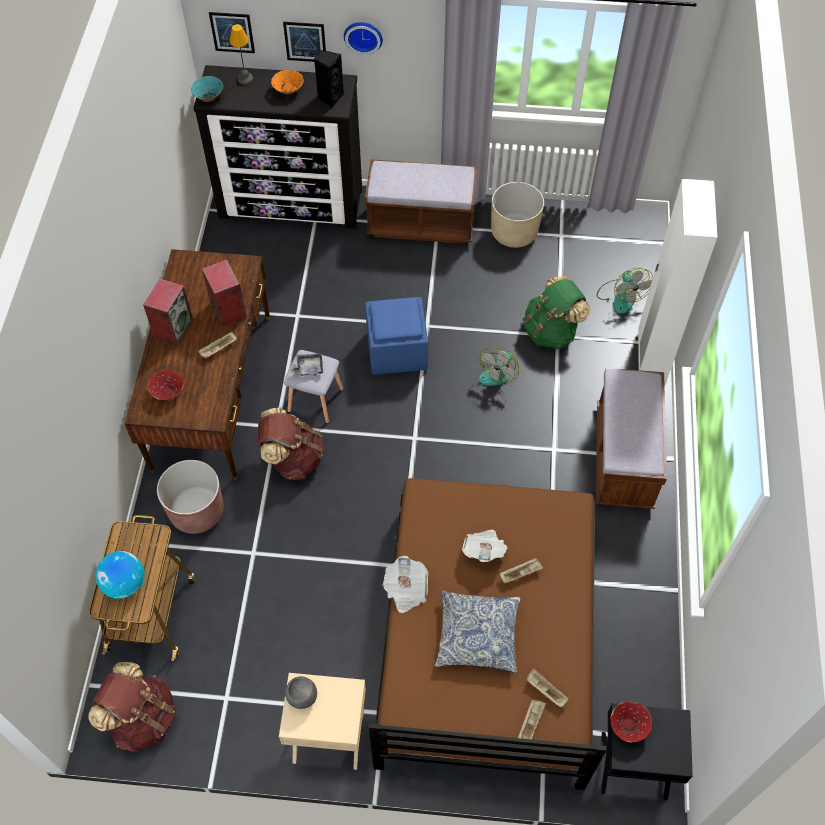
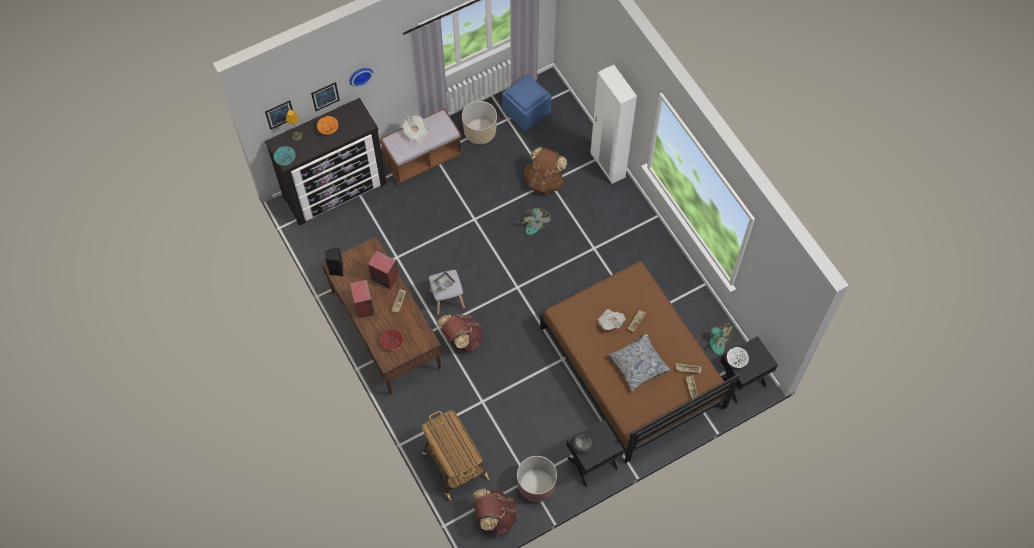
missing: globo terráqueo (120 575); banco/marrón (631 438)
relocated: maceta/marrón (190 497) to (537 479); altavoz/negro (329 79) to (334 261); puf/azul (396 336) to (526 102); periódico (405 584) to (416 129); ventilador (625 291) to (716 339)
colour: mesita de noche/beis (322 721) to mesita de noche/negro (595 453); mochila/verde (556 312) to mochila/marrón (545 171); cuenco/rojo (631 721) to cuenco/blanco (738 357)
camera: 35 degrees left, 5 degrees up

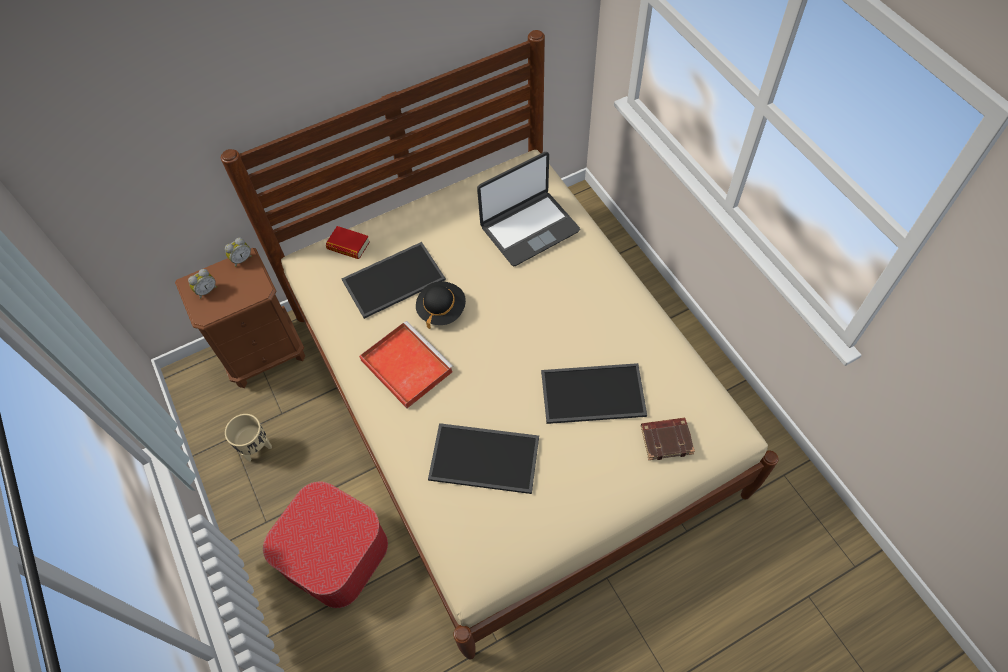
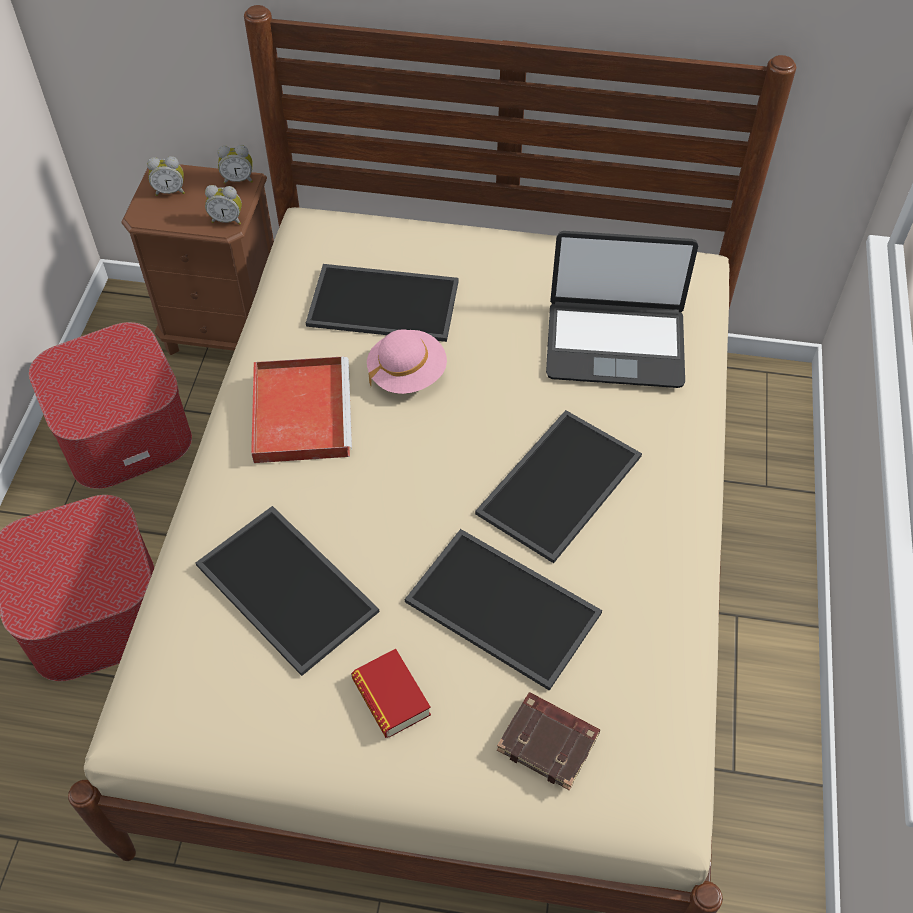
appeared: despertador (223 205); bandeja (558 486)
relocated: libro (348 242) to (391 693)
exchanged: maceta/beis (248 438) to puf (110 405)
colour: sombrero/negro (441 305) to sombrero/rosa (407 361)
camera: 35 degrees right, 5 degrees down

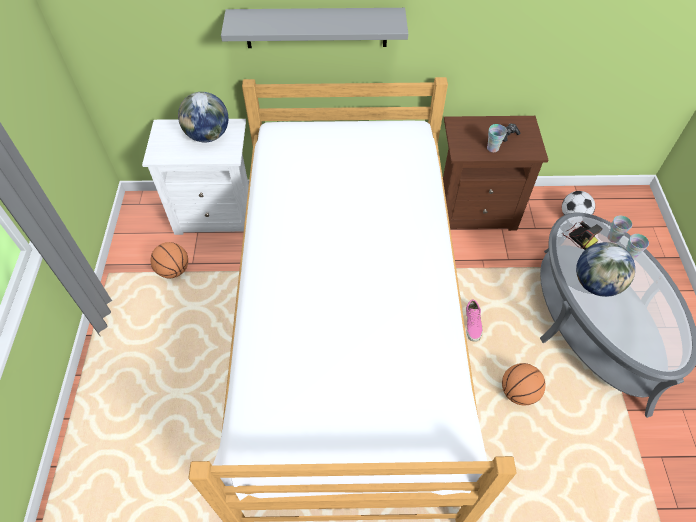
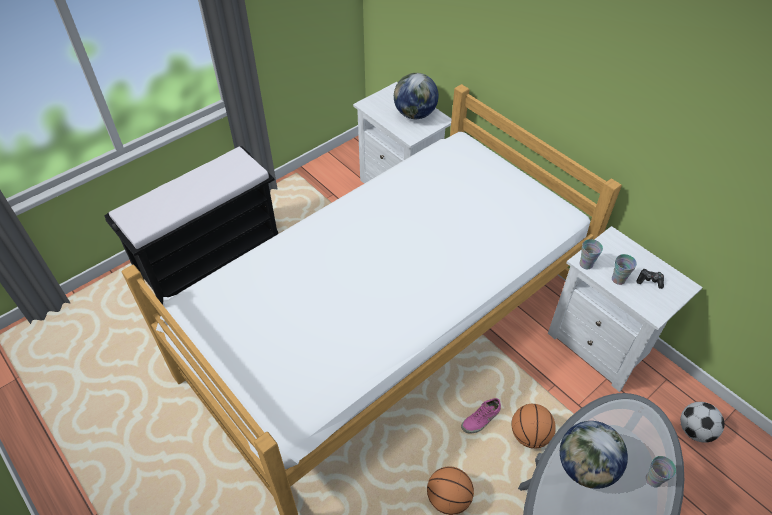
missing: estante/gris (314 28); cámara (583 235)
appeared: banco/negro (191 225)
relocated: balón de baloncesto (169 260) to (533 426); taza (619 229) to (591 254)
colour: mesita de noche/marrón (496 173) to mesita de noche/blanco (625 309)
camera: 50 degrees right, 5 degrees down

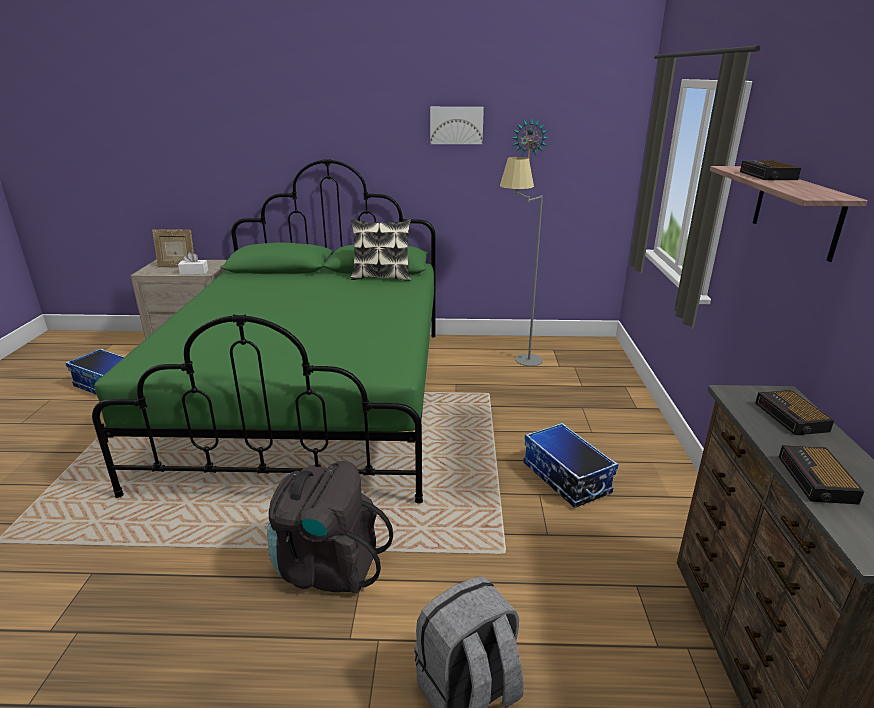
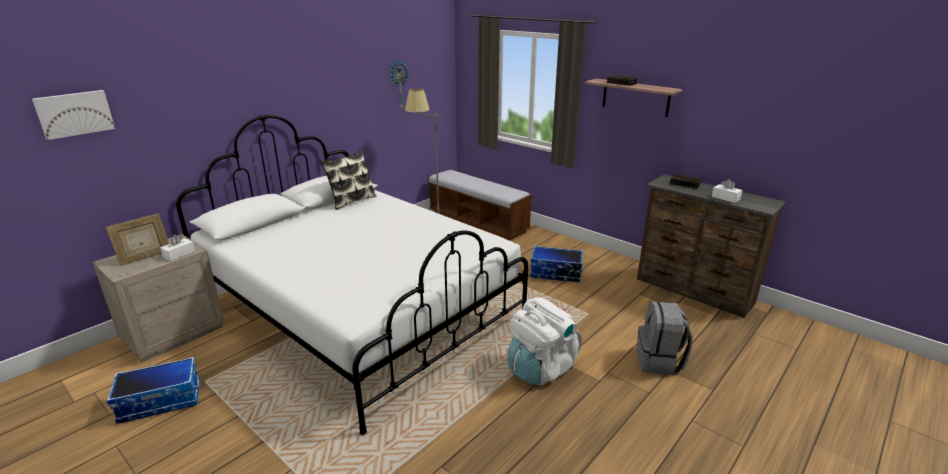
appeared: banco (480 205)
relocated: cuadro (457 125) to (73 115)
exchanged: despertador (821 474) to caja de pañuelos/blanco (727 191)
colour: cama/verde (264 331) to cama/blanco (352 275); mochila/negro (330 527) to mochila/blanco (545 341)
camera: 50 degrees left, 0 degrees up

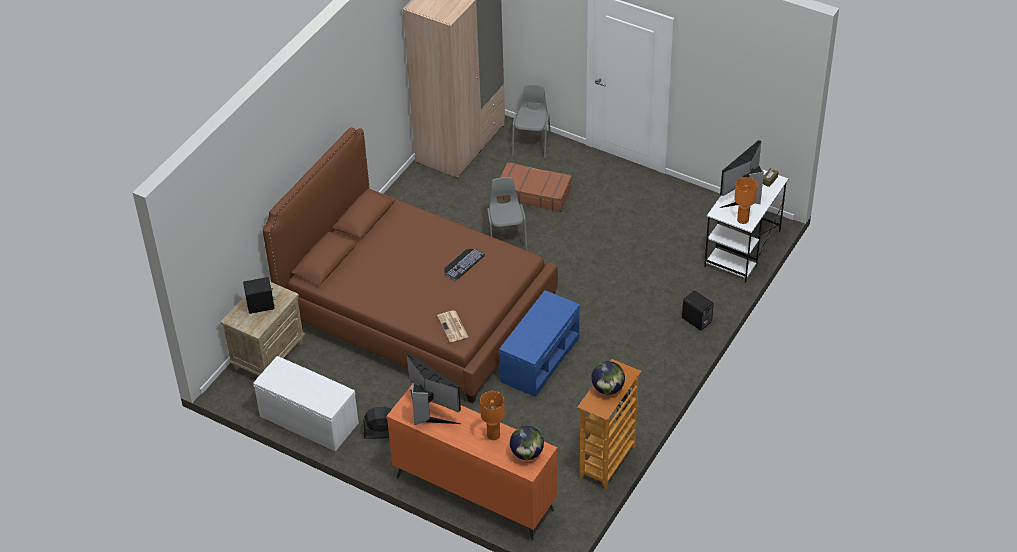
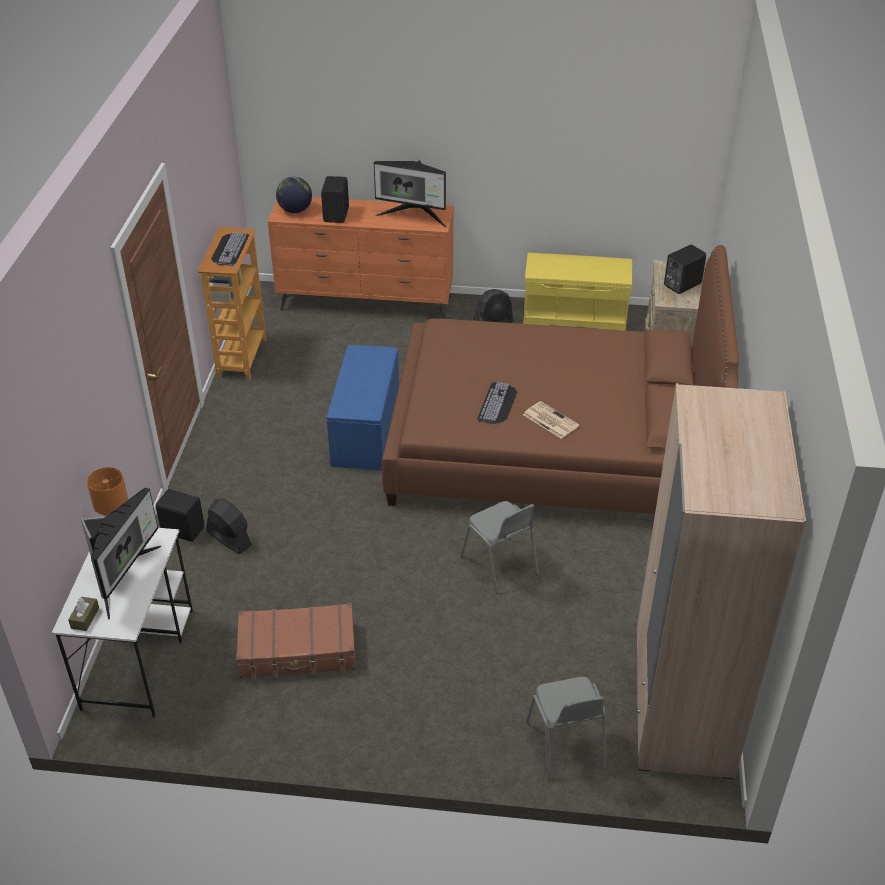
appeared: ventilador/negro (229 526)
relocated: periódico (452 326) to (551 420); maleta/marrón (534 187) to (296 641)
exchanged: lámpara de mesa/naranja (492 415) to altavoz/negro (335 199); globo terráqueo (608 378) to teclado (230 249)
colour: banco/blanco (306 404) to banco/amarillo (577 292)
camera: 155 degrees right, 5 degrees down

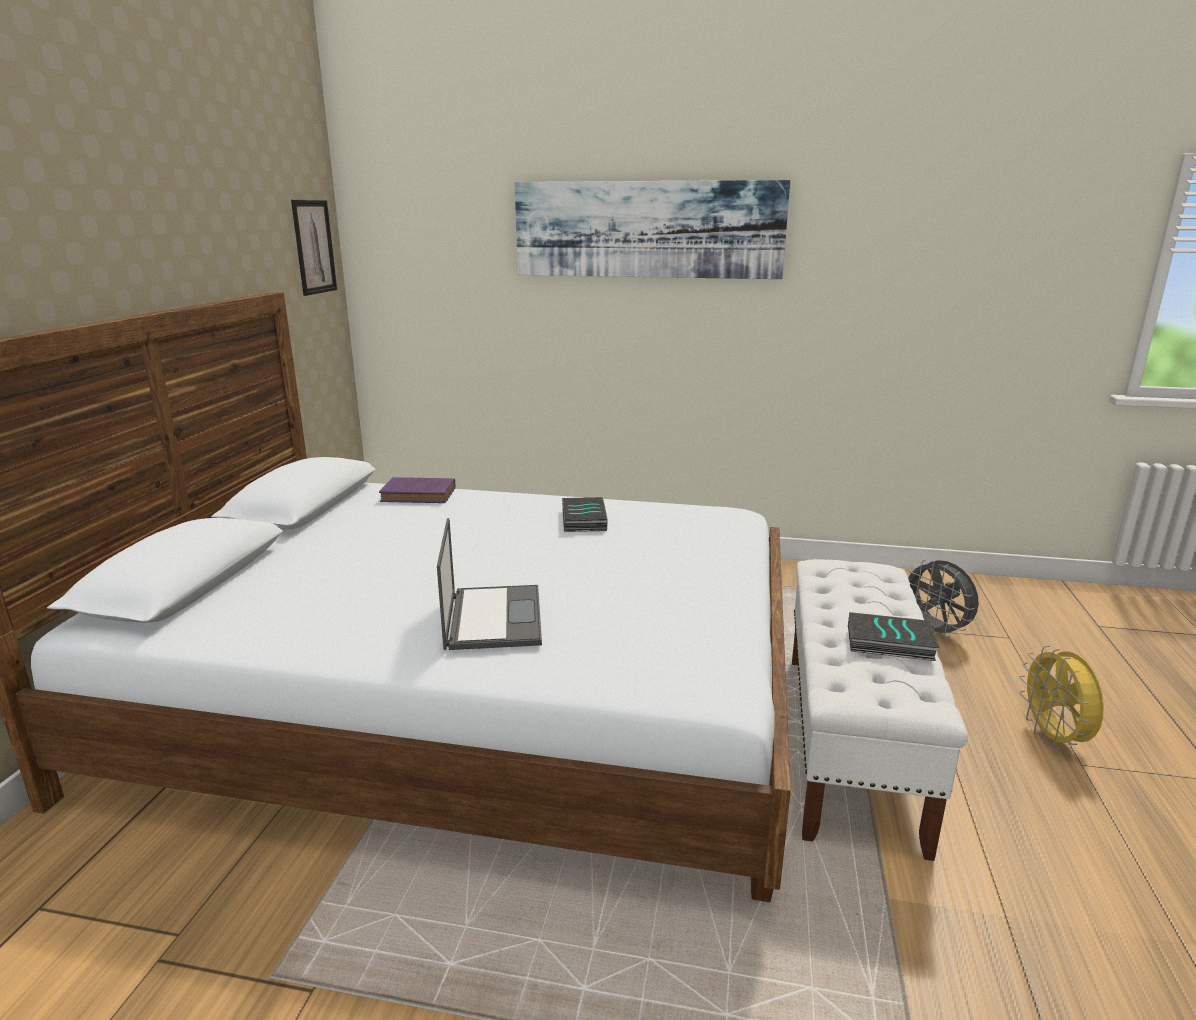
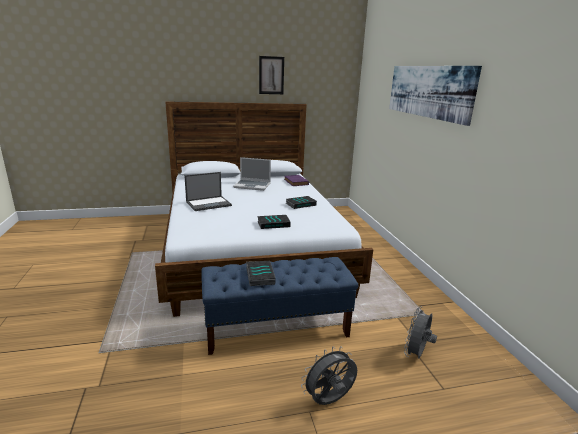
appeared: portátil (252 174); libro (274 222)
relocated: cuadro (314 248) to (271 75)
colour: banco/blanco (880 710) to banco/azul (280 306); ventilador/amarillo (1061 697) to ventilador/gris (329 375)
camera: 65 degrees right, 0 degrees up

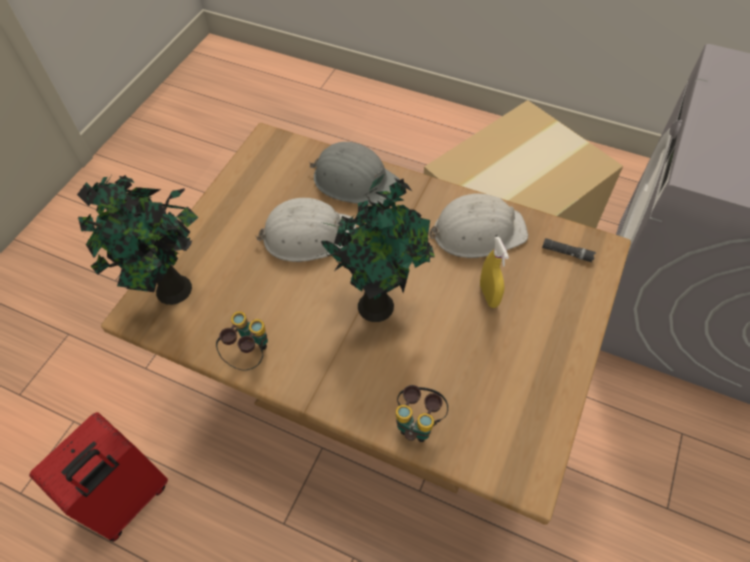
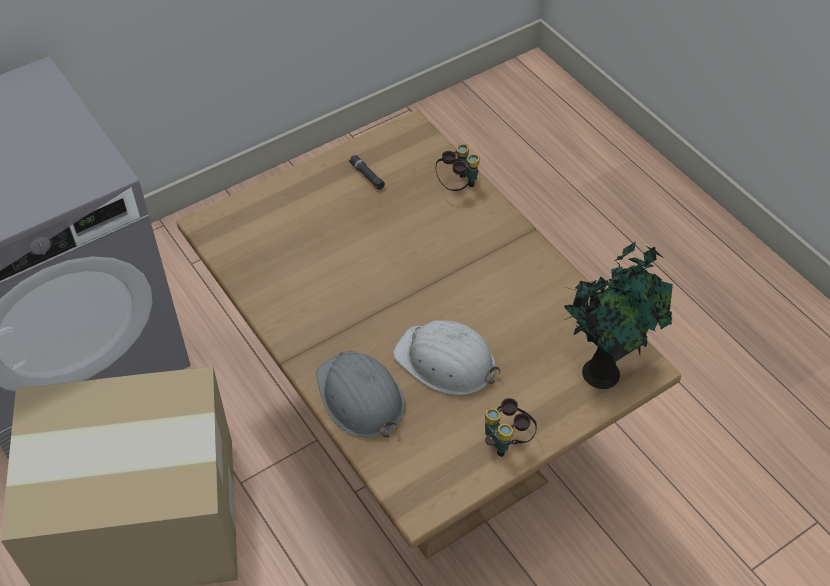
missing: maleta/rojo (98 477); planta en maceta (375 248); casco/blanco (478 225); pulverizador/amarillo (494 272)
relocated: prismáticos (242 340) to (511 427); linterna/negro (569 250) to (367 172)
camera: 150 degrees left, 5 degrees down

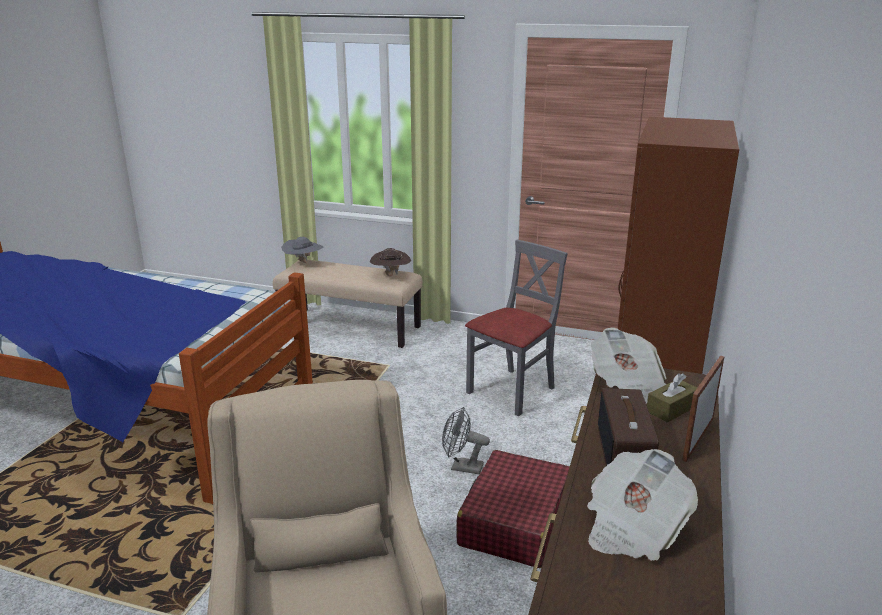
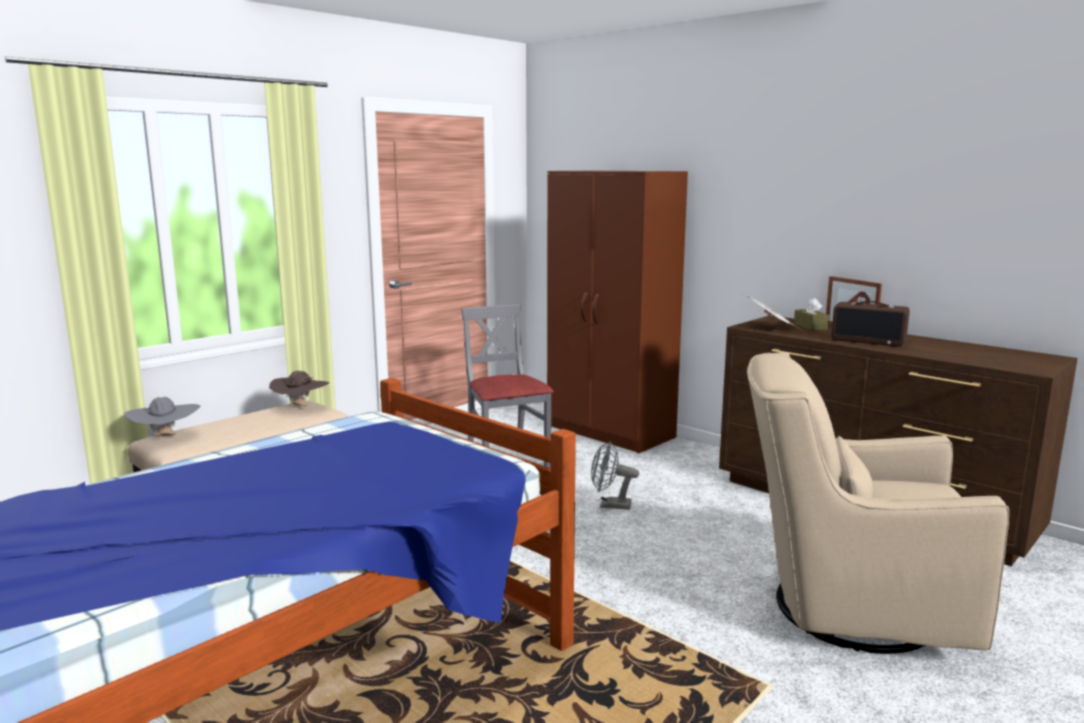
missing: maleta/rojo (513 509); periódico (642 505)
spun: ventilador/gris (466 440) = (615 475) 60 degrees clockwise
camera: 65 degrees left, 10 degrees down

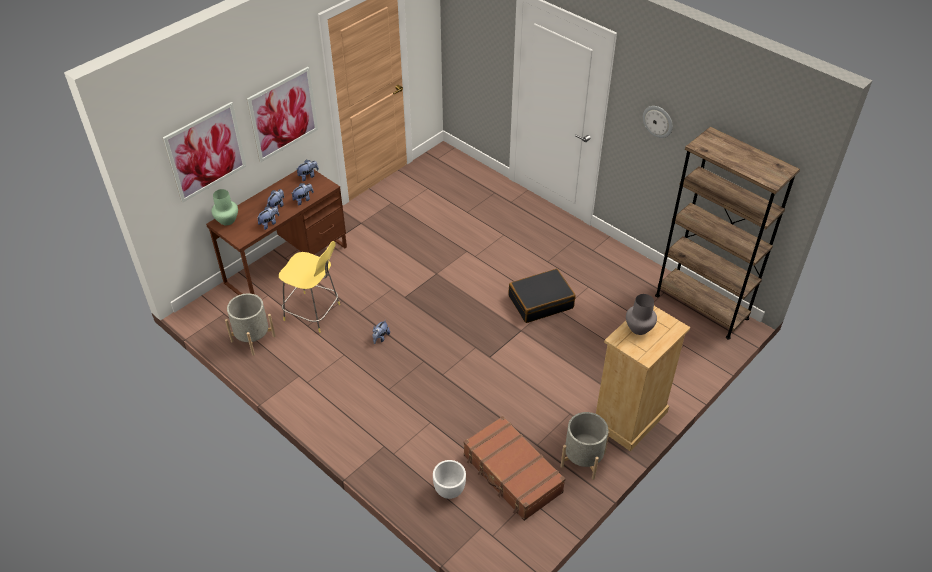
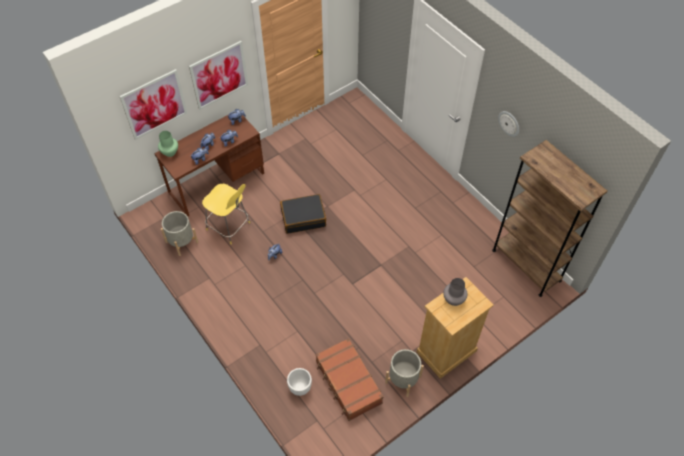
relocated: maleta/negro (542 296) to (303 214)
camera: 10 degrees right, 10 degrees up

